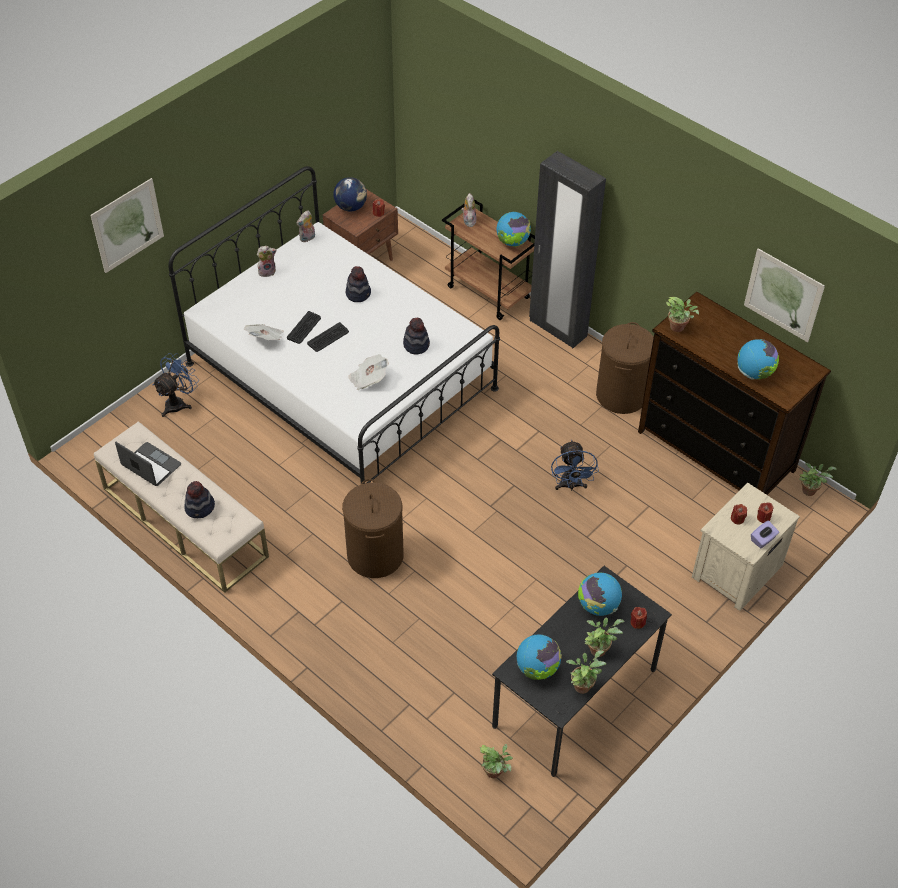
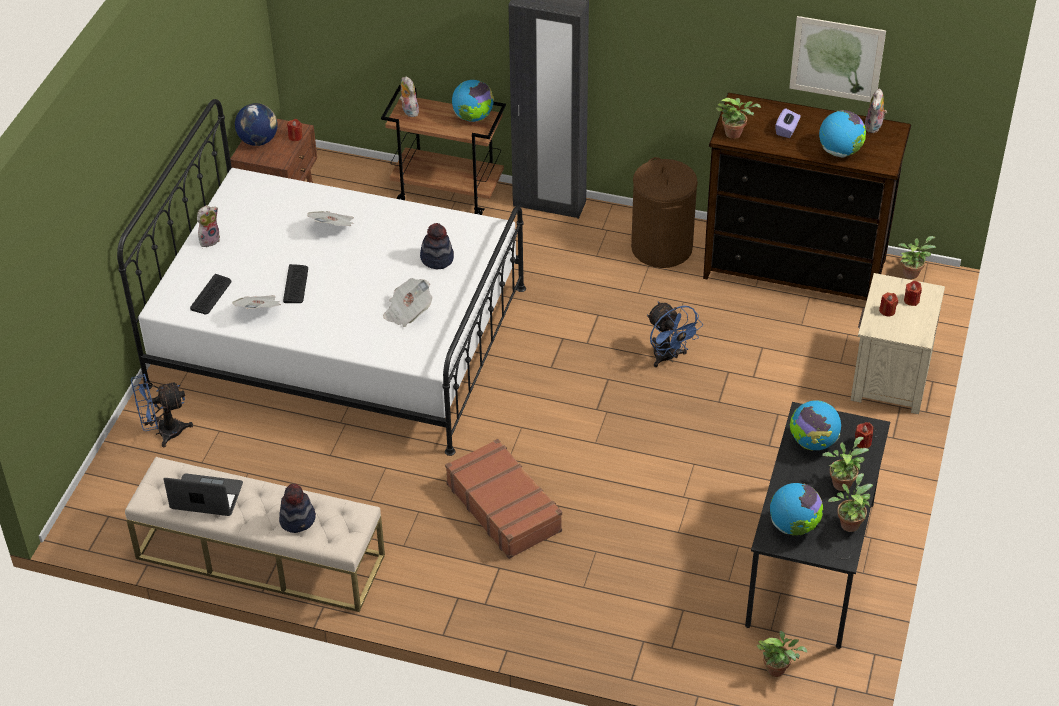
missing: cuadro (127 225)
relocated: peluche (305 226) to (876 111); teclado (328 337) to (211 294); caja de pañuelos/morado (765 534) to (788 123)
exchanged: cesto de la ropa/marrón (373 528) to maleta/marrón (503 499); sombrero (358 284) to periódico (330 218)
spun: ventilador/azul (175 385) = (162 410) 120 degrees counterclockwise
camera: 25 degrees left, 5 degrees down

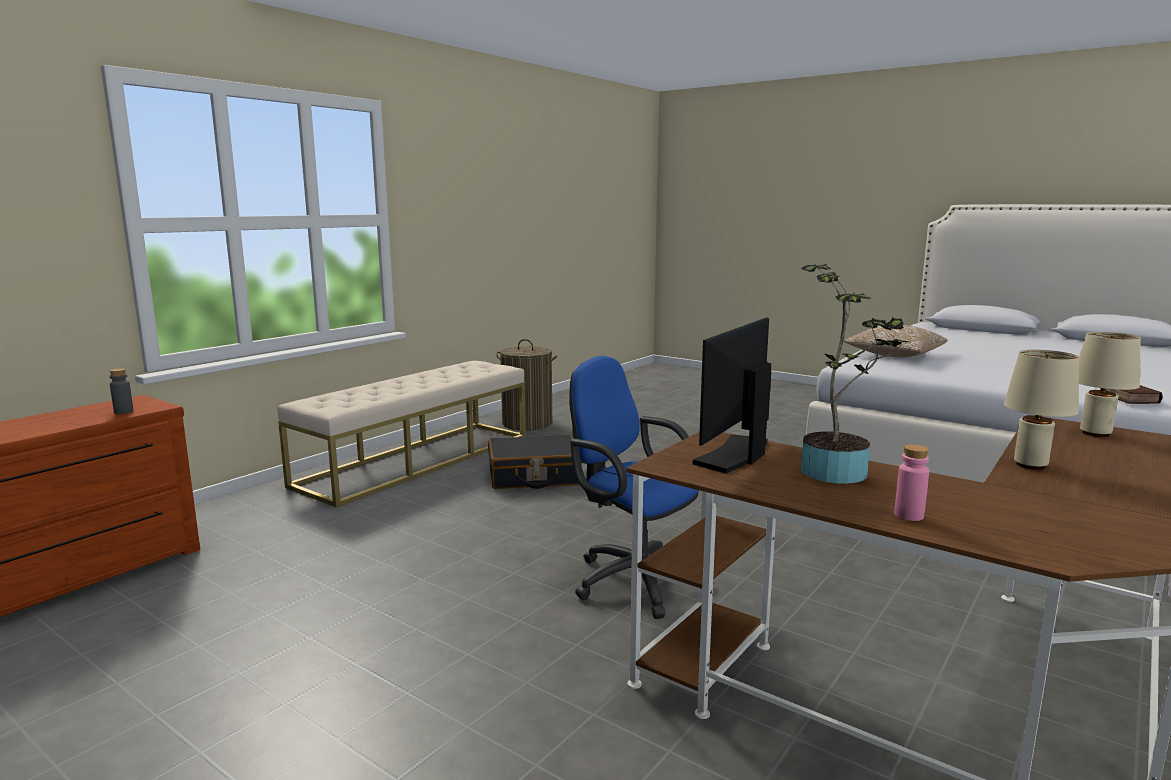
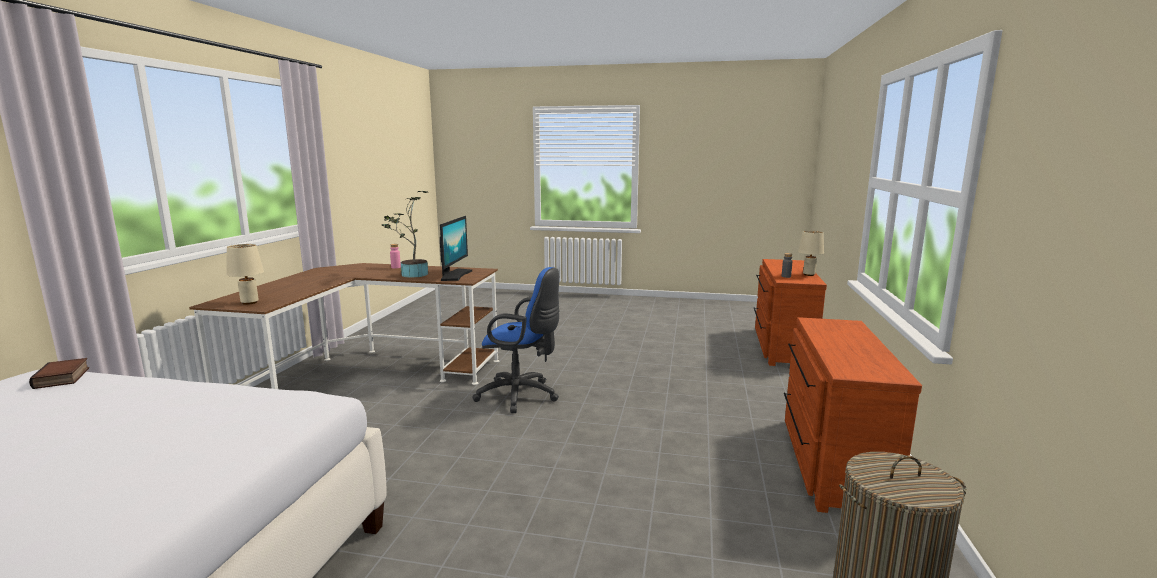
missing: maleta/negro (535 462); cojín (895 341)
relocated: lámpara de mesa/beis (1041 410) to (811 253)
exchanged: banco/beis (401 434) to cómoda/marrón (853 415)
camera: 155 degrees right, 0 degrees up

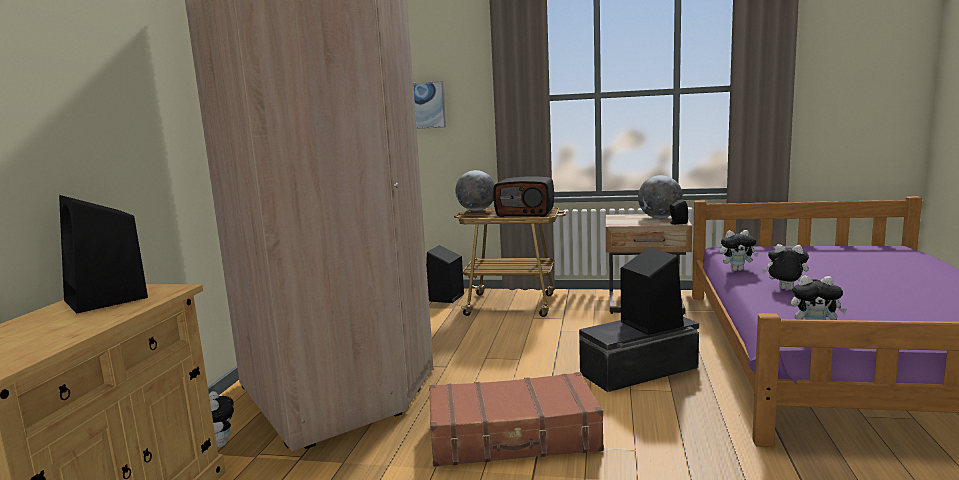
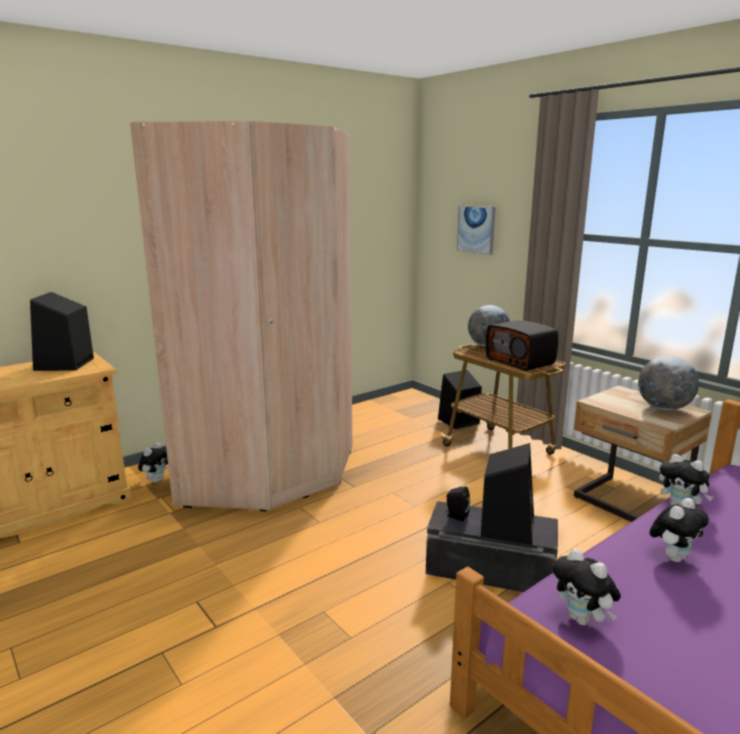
missing: maleta/marrón (516 419)
relocated: altavoz/negro (679 212) to (457 504)
spun: peluche (785 267) = (679 530) 75 degrees clockwise
camera: 40 degrees right, 5 degrees up

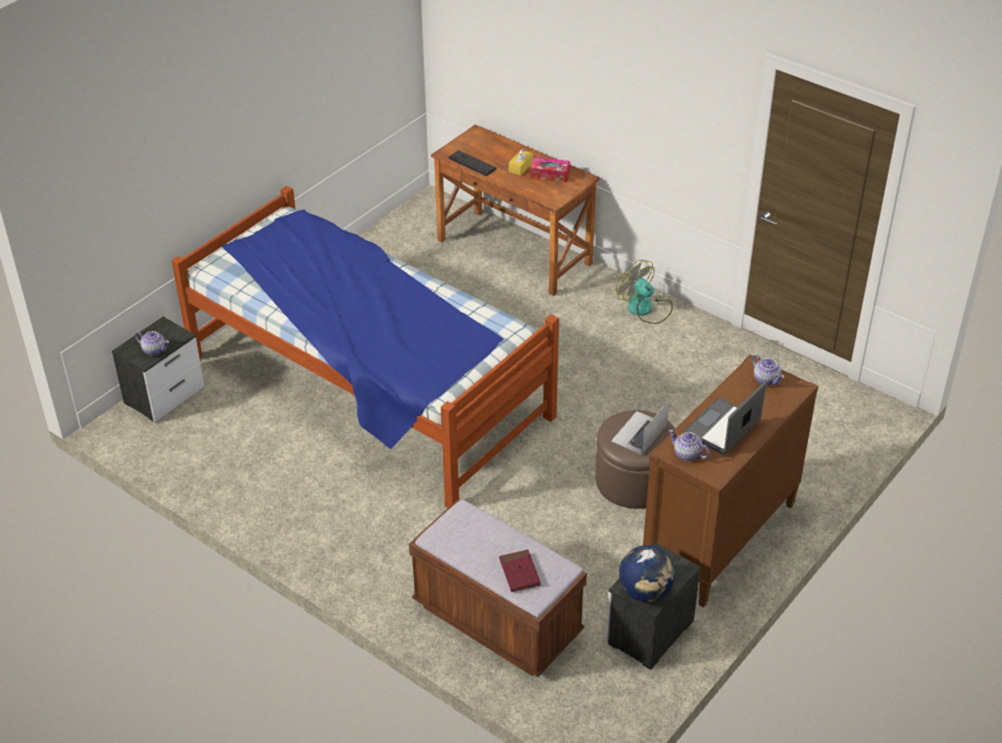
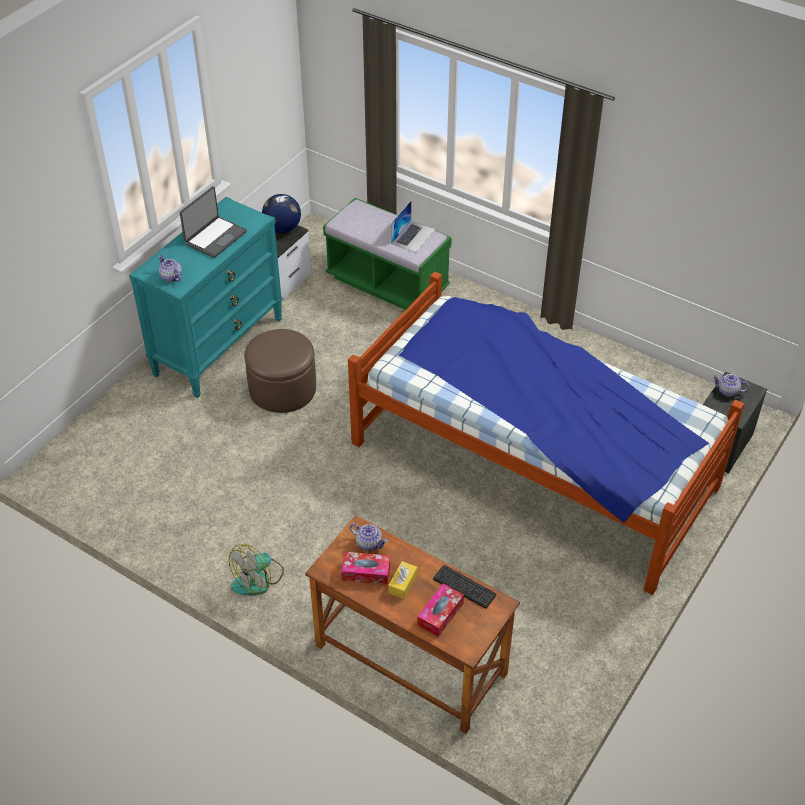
missing: libro/rojo (520 571)
appeared: caja de pañuelos (440 610)
relocated: portátil (640 428) to (413 226); tetera (689 445) to (369 537)
colour: banco/marrón (498 588) to banco/verde (387 254); cómoda/marrón (730 481) to cómoda/turquesa (205 297)
spun: ventilador (644 292) = (256 569) 90 degrees clockwise
camera: 175 degrees right, 5 degrees up

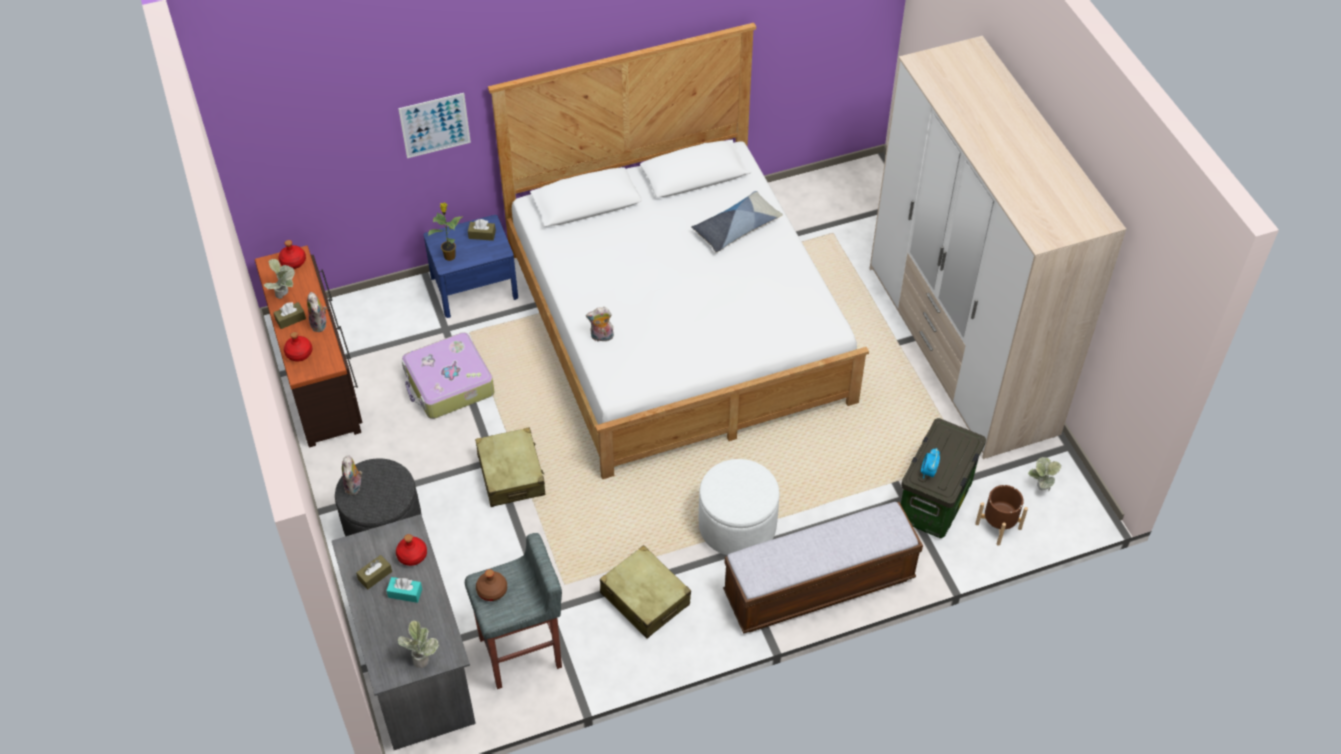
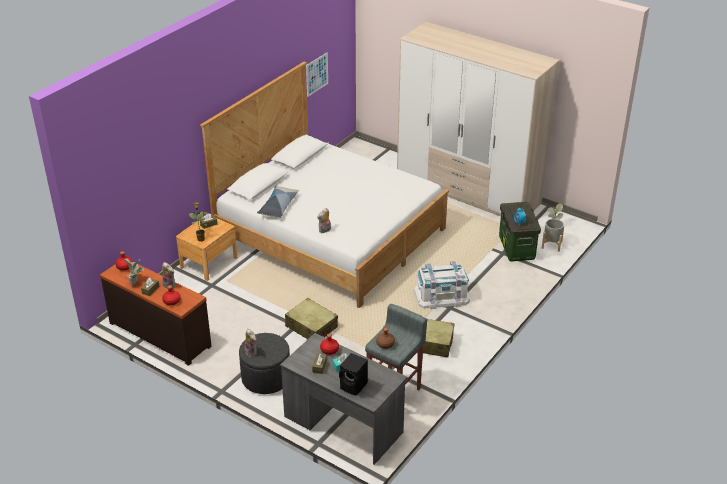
missing: planta en maceta (418 644); maleta (448 375); banco (823 568)
appeared: altavoz/negro (353 374)
relocated: cuadro (434 125) to (317 74); cojín (737 221) to (278 202)
exchanged: puf/blanco (739 507) to caja de almacenaje/blanco (442 285)
colour: mesita de noche/azul (471 266) to mesita de noche/marrón (206 249); maceta/marrón (1001 515) to maceta/gris (553 235)
camera: 35 degrees left, 15 degrees down

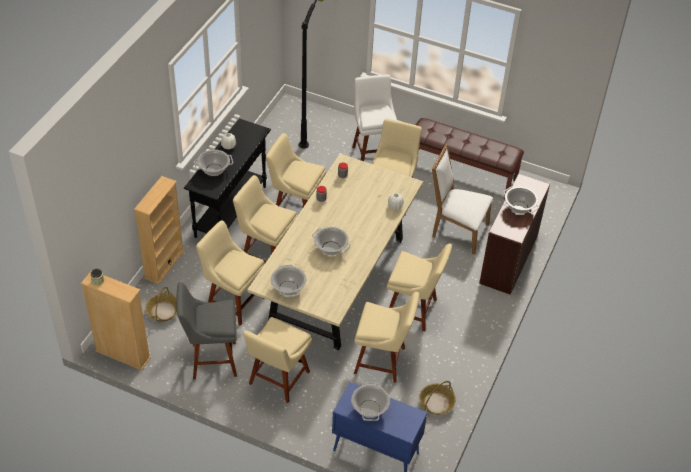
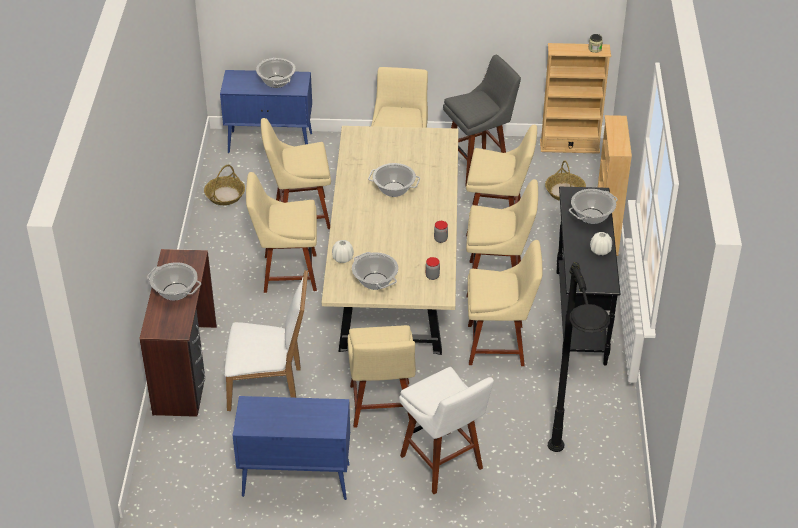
relocated: olla (288 281) to (375 271)
exchanged: banco/marrón (470 158) to armario/azul (291 448)
camera: 160 degrees right, 5 degrees down

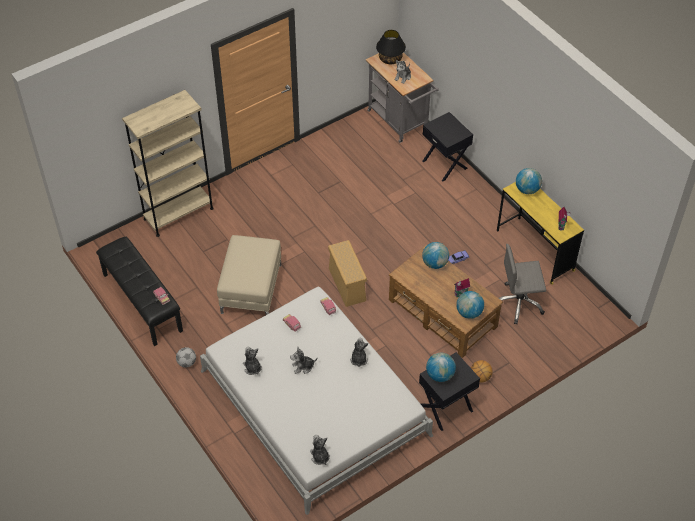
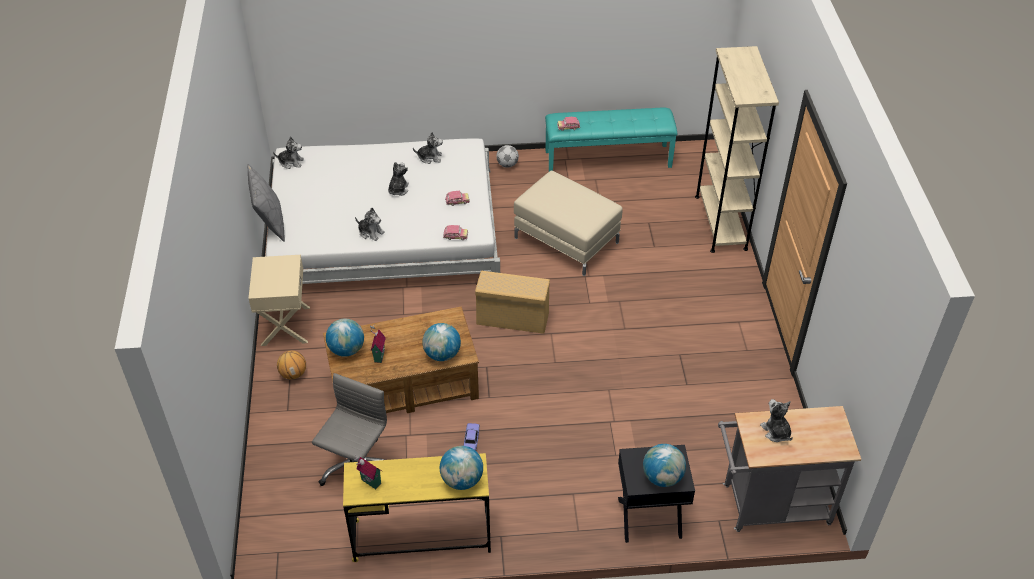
missing: lámpara de mesa/negro (391 47)
appeared: cojín/gris (266 203)
relocated: globo terráqueo (441 367) to (664 465)
colour: banco/negro (139 291) to banco/turquesa (611 139); mesita de noche/negro (449 391) to mesita de noche/beis (279 300)
camera: 120 degrees right, 5 degrees down

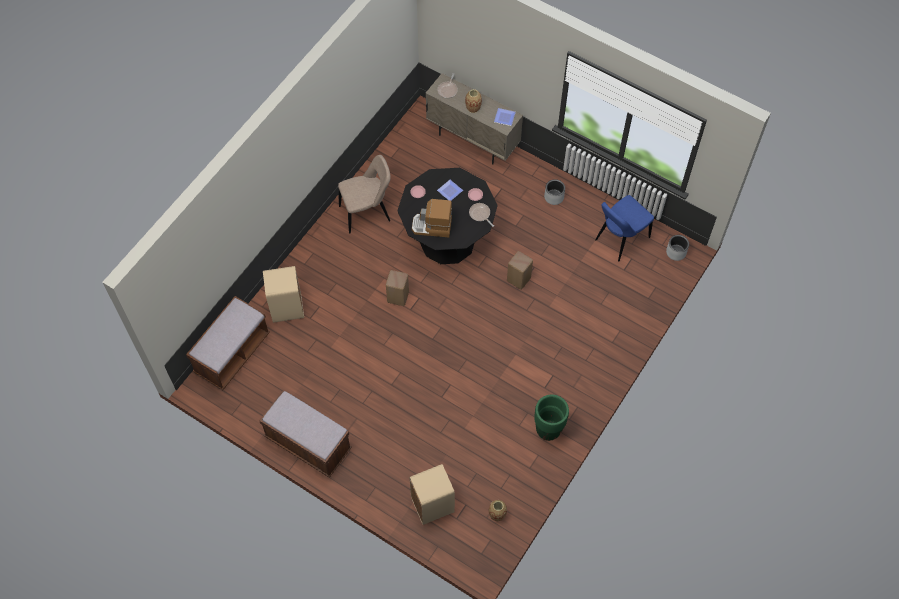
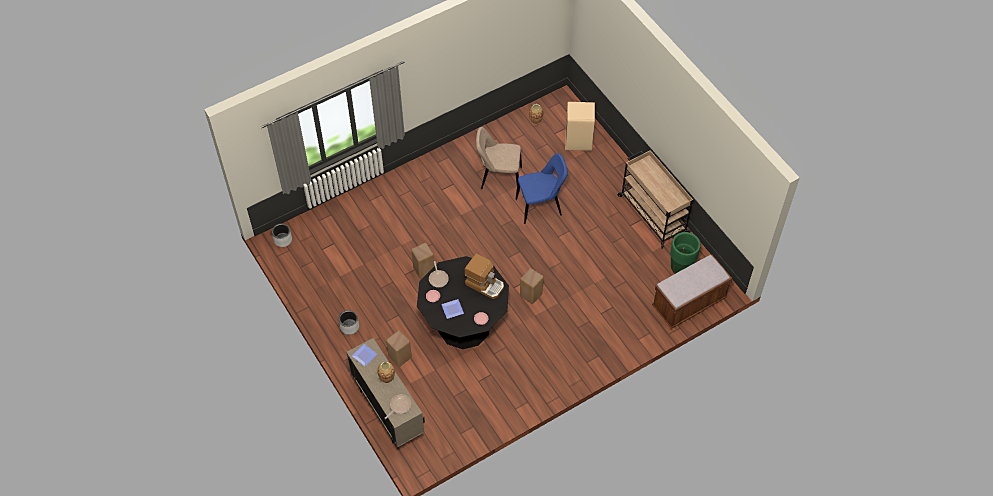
missing: papelera/beis (283 294)
appeared: taburete/beis (399 349)
relocated: silla/beis (364 194) to (499 159); maceta/verde (551 417) to (685 253); silla/azul (624 228) to (542 188)
exchanged: banco/marrón (305 434) to carrito/beis (655 199)
camera: 155 degrees left, 5 degrees down

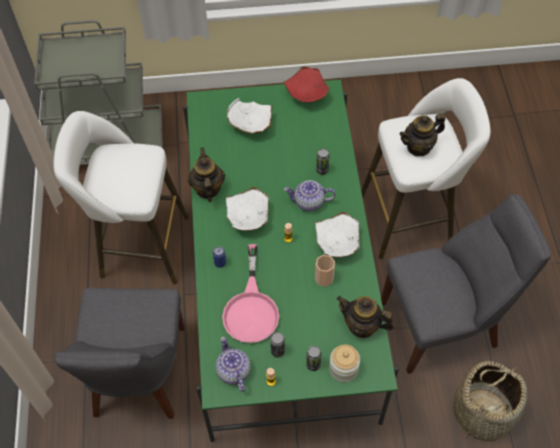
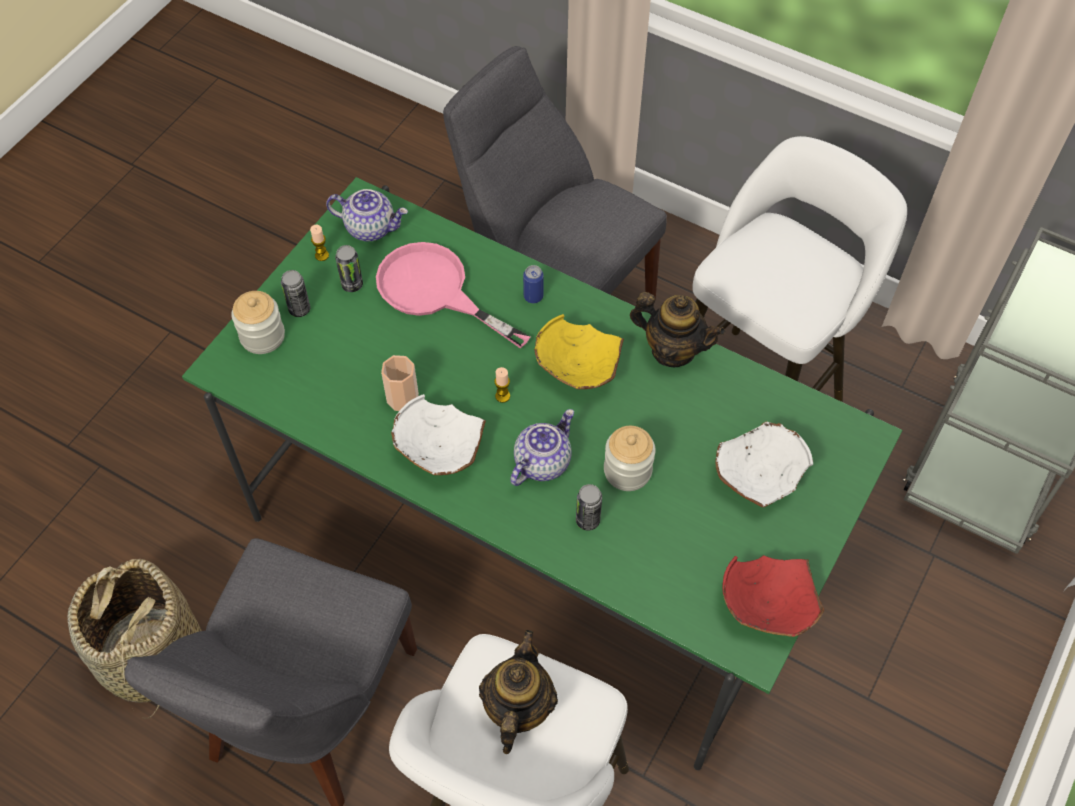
missing: tetera (365 317)
appeared: tarro (630 458)
colour: cuenco/blanco (247 209) to cuenco/amarillo (579 351)
camera: 125 degrees right, 0 degrees up

